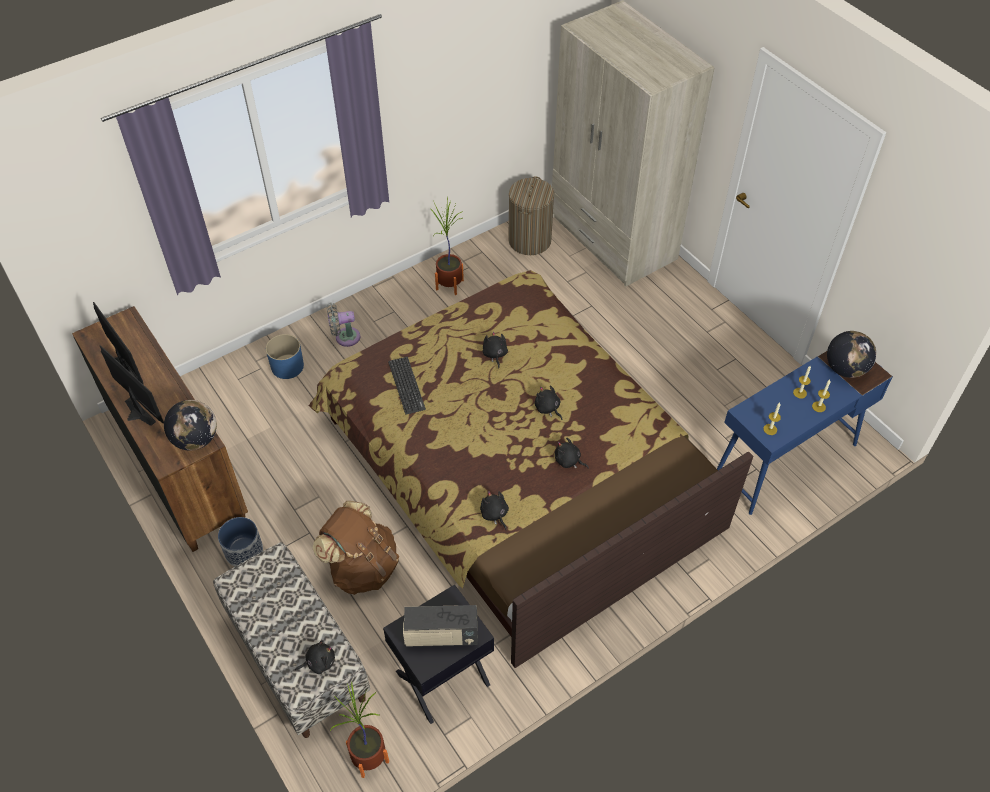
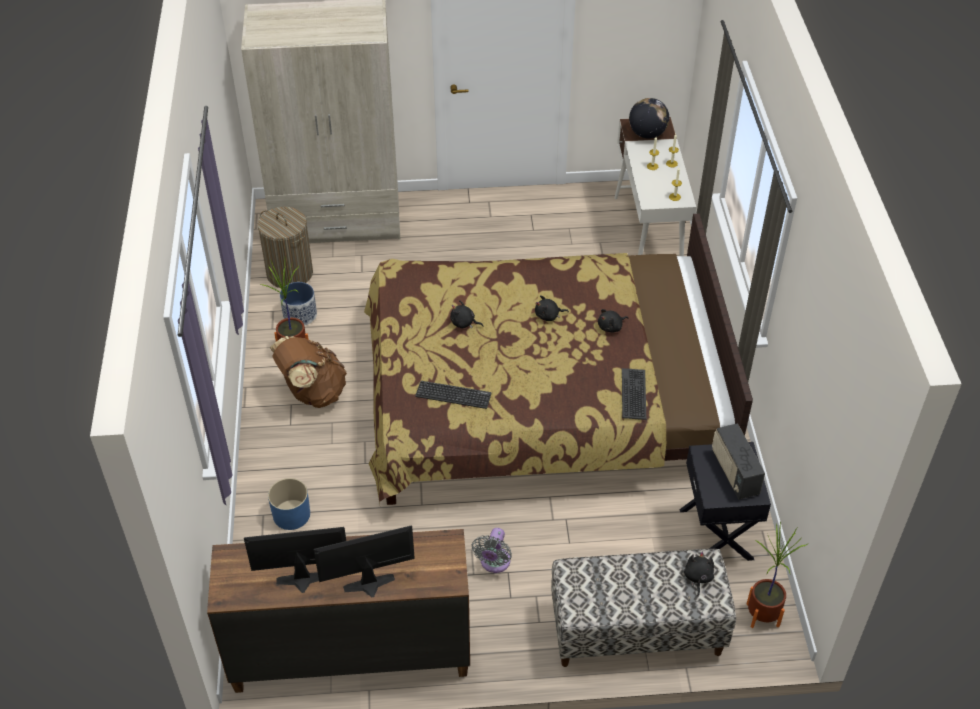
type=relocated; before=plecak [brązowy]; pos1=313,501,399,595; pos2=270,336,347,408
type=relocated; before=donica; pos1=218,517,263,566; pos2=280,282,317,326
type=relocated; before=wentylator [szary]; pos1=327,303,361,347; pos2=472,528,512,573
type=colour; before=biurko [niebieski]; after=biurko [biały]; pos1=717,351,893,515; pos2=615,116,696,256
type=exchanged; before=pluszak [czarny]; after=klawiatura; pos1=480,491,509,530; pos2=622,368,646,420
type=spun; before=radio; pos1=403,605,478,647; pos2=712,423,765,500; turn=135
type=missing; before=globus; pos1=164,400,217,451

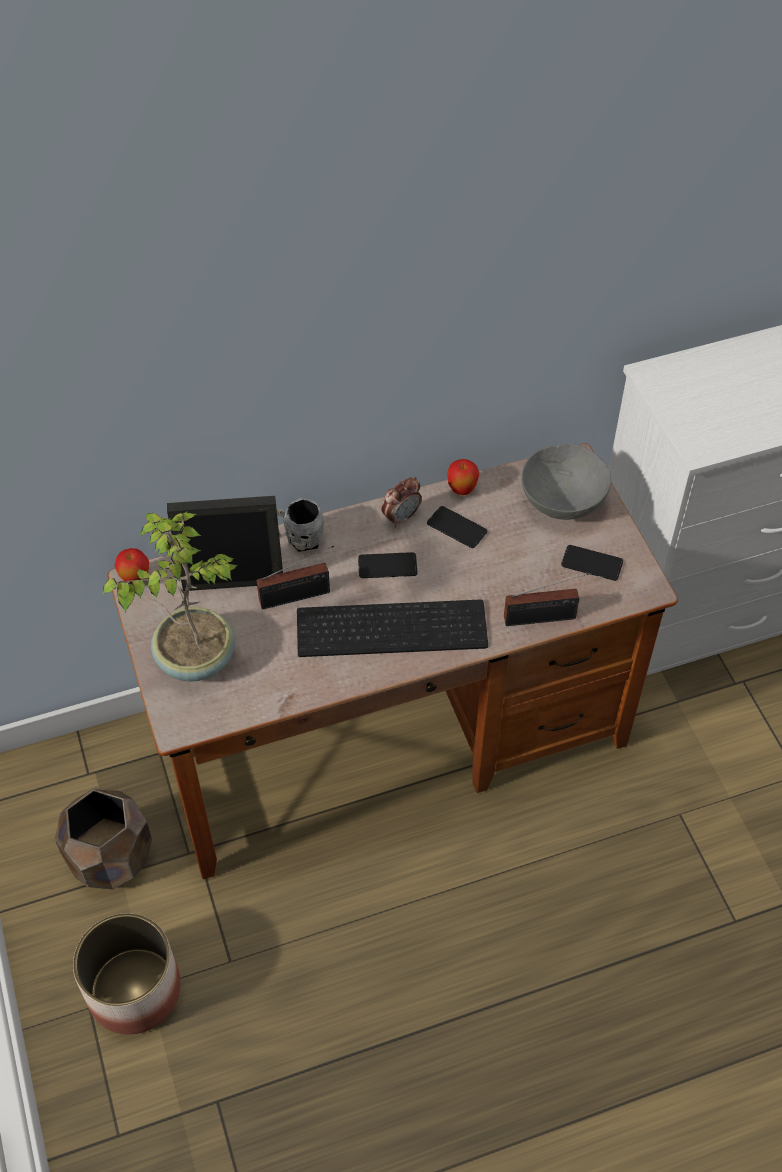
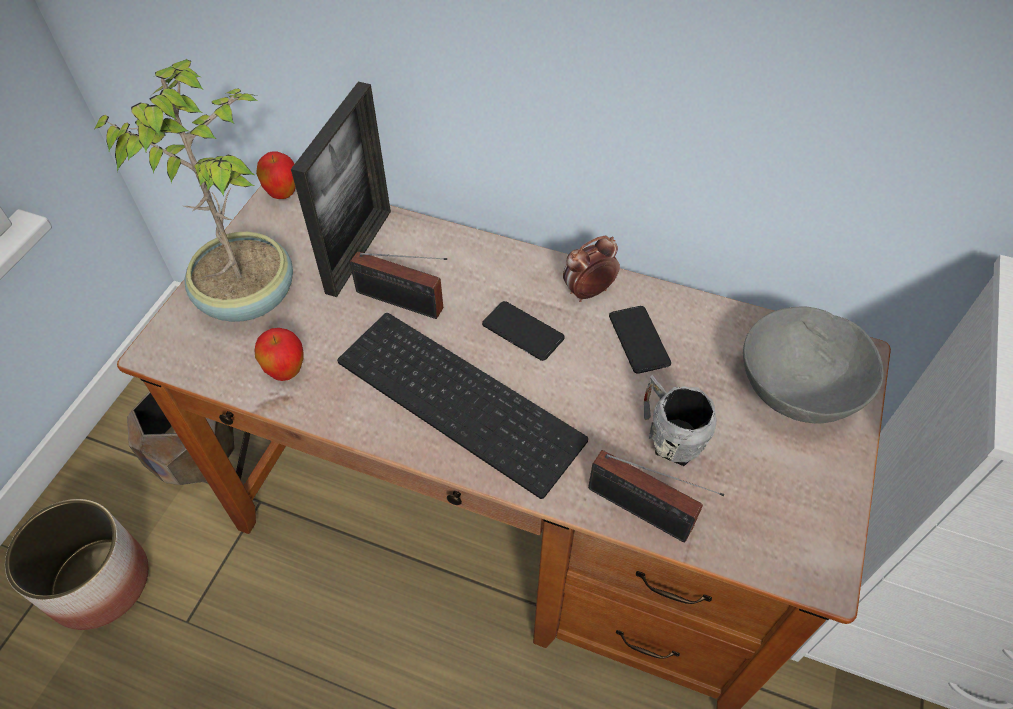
type=relocated; before=jabłko; pos1=447,459,479,495; pos2=255,328,304,381
type=spun; before=ramka na zdjęcie; pos1=167,496,283,591; pos2=291,82,391,297; turn=75
type=spun; before=budzik; pos1=381,477,422,528; pos2=563,236,620,302; turn=150
type=relocated; before=kubek [szary]; pos1=276,498,324,552; pos2=644,375,716,466
type=missing; before=telefon; pos1=561,545,623,581

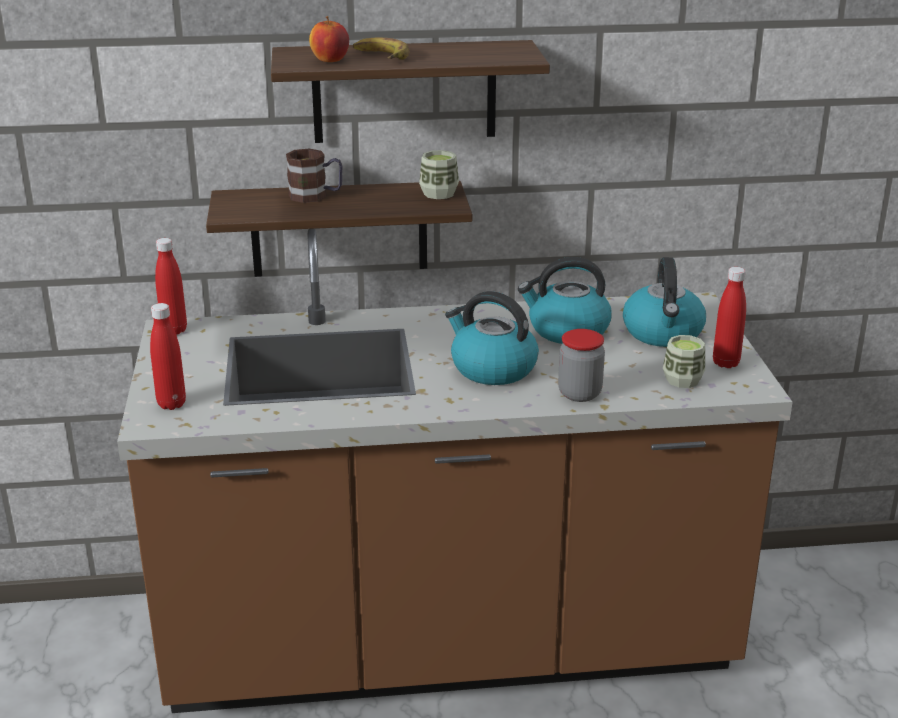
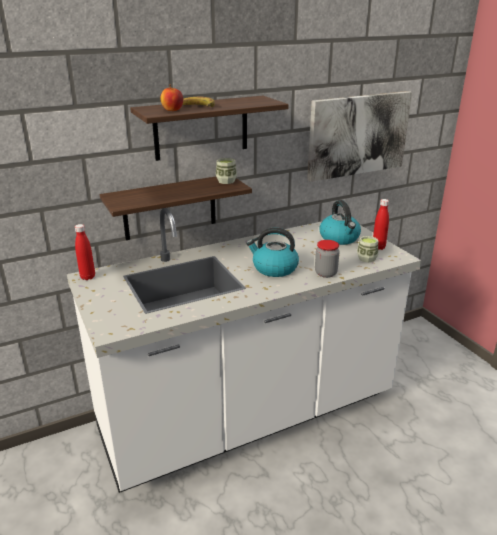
type=colour; before=zabudowa kuchenna [brązowy]; after=zabudowa kuchenna [biały]; pos1=117,229,793,713; pos2=67,208,421,493
type=appeared; after=obraz; pos2=307,91,412,182
type=missing; before=butelka [czerwony]; pos1=150,303,186,410
type=missing; before=kubek; pos1=286,149,343,203
type=missing; before=czajnik; pos1=518,257,612,344

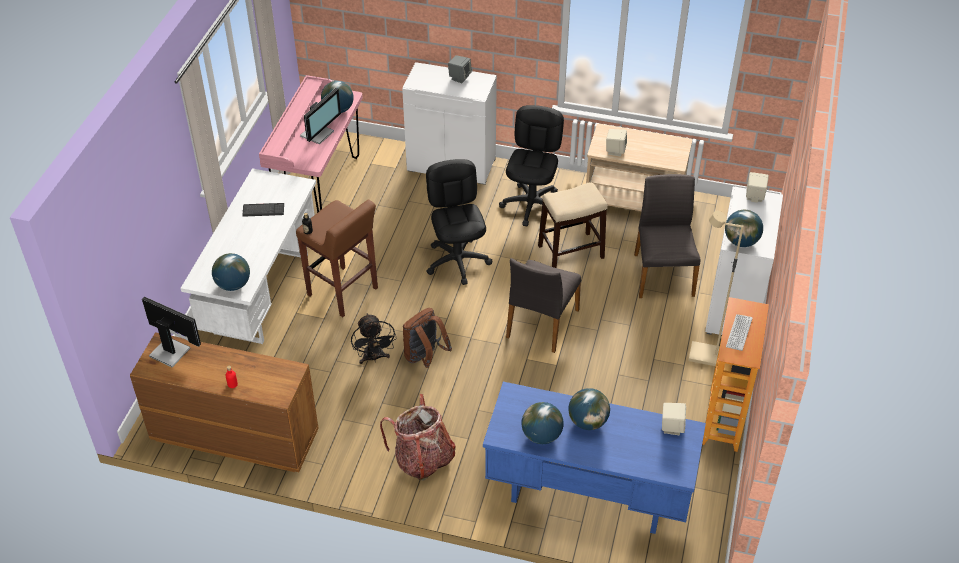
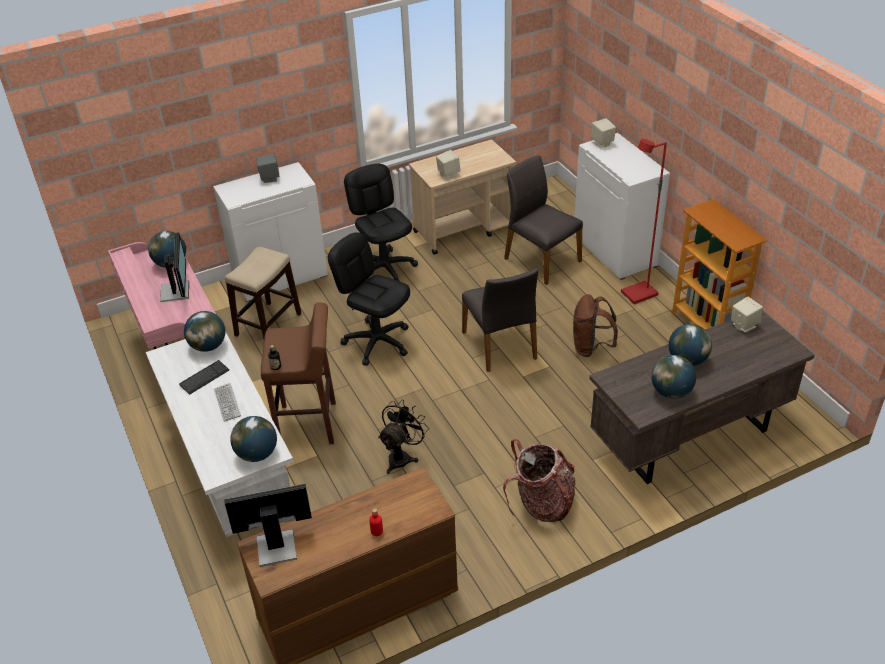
type=relocated; before=globus; pos1=725,210,763,247; pos2=184,311,225,352
type=relocated; before=klawiatura; pos1=726,314,753,351; pos2=214,383,241,422
type=relocated; before=stołek; pos1=538,182,608,268; pos2=225,247,302,339
type=spun; before=wentylator [czarny]; pos1=351,313,397,364; pos2=378,400,429,474; turn=-90
type=relocated; before=plecak [brązowy]; pos1=403,308,452,368; pos2=573,294,618,357
type=colour; before=biurko [niebieski]; after=biurko [brązowy]; pos1=483,382,706,534; pos2=590,312,815,484
type=colour; before=lampa stojąca [beżowy]; after=lampa stojąca [czerwony]; pos1=688,211,744,366; pos2=621,139,667,304

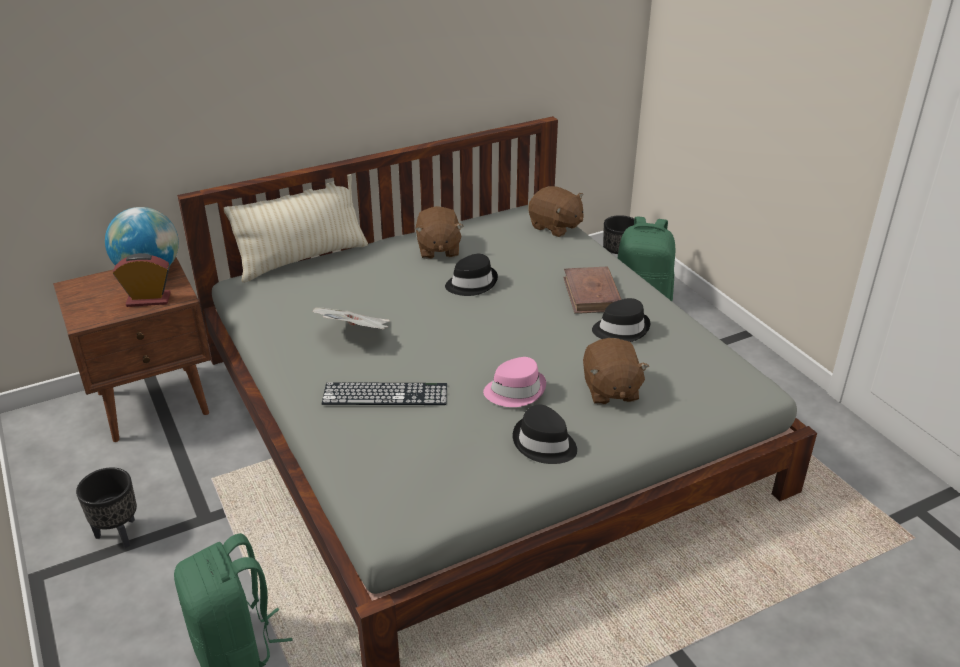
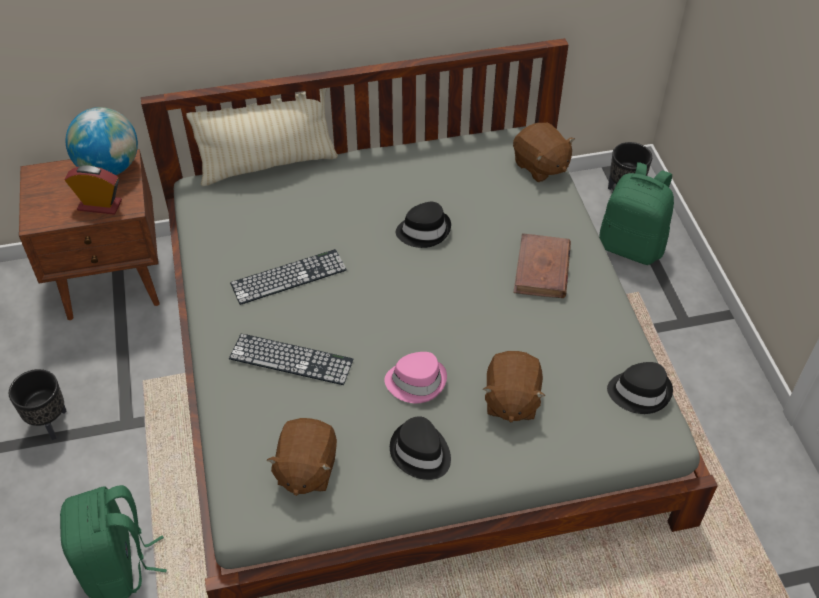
type=exchanged; before=gazeta; after=klawiatura; pos1=313,307,390,329; pos2=230,249,347,305
type=relocated; before=pluszak [brązowy]; pos1=415,206,464,259; pos2=266,418,337,496
type=relocated; before=kapelusz [czarny]; pos1=592,298,650,342; pos2=607,362,673,414

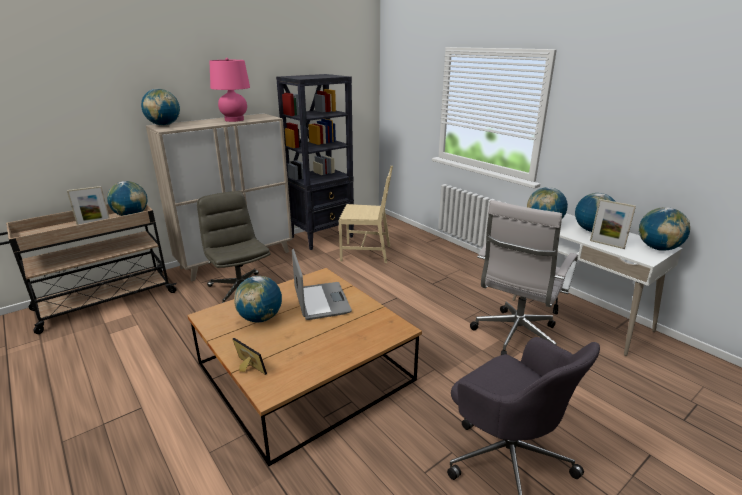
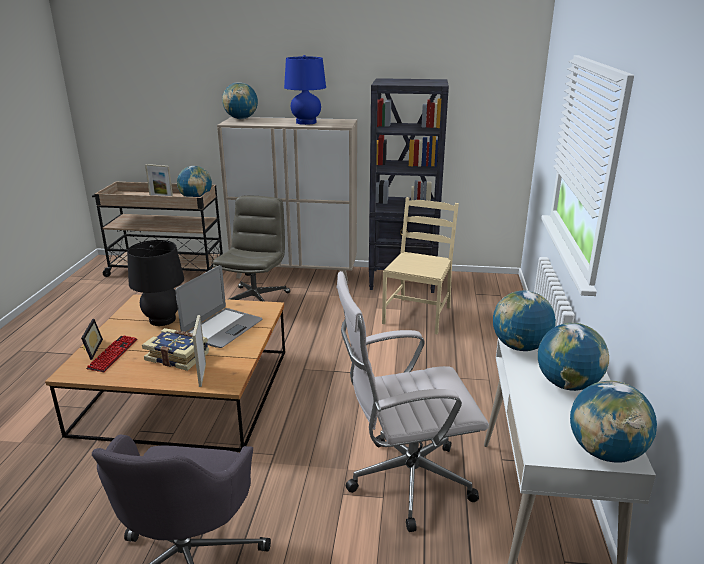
type=appeared; after=klawiatura; pos2=86,335,137,372
type=exchanged; before=globus; after=lampa stołowa [czarny]; pos1=234,276,282,322; pos2=127,240,184,326
type=appeared; after=książka; pos2=142,328,209,371
type=relocated; before=ramka na zdjęcie; pos1=590,199,636,249; pos2=192,315,206,387
type=colour; before=lampa stołowa [różowy]; after=lampa stołowa [niebieski]; pos1=209,58,250,122; pos2=284,55,326,125
type=spun; before=krzesło [beżowy]; pos1=339,166,393,263; pos2=382,197,459,335; turn=-120

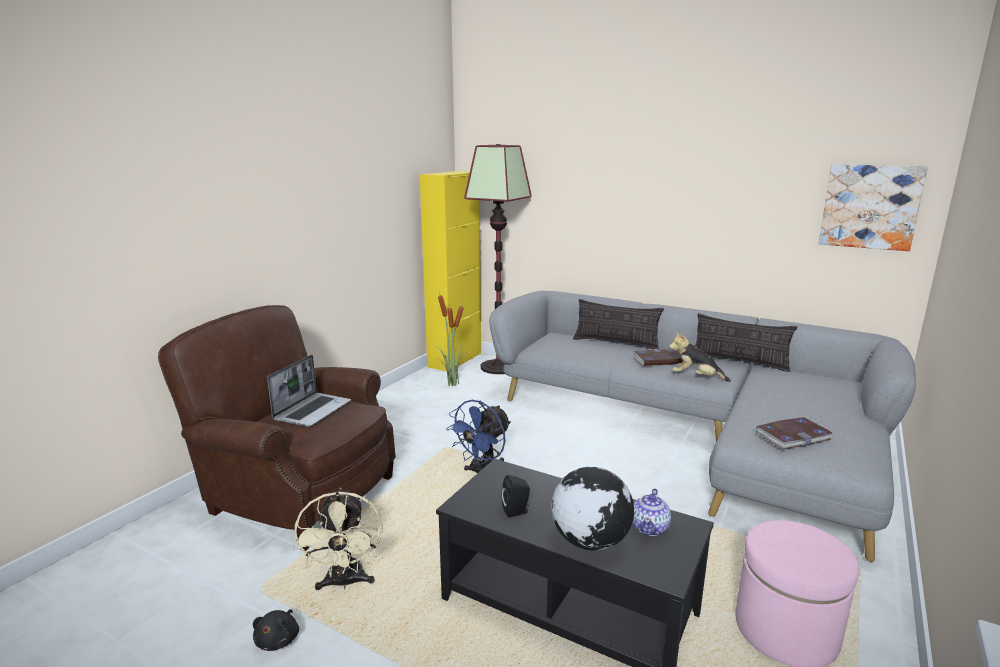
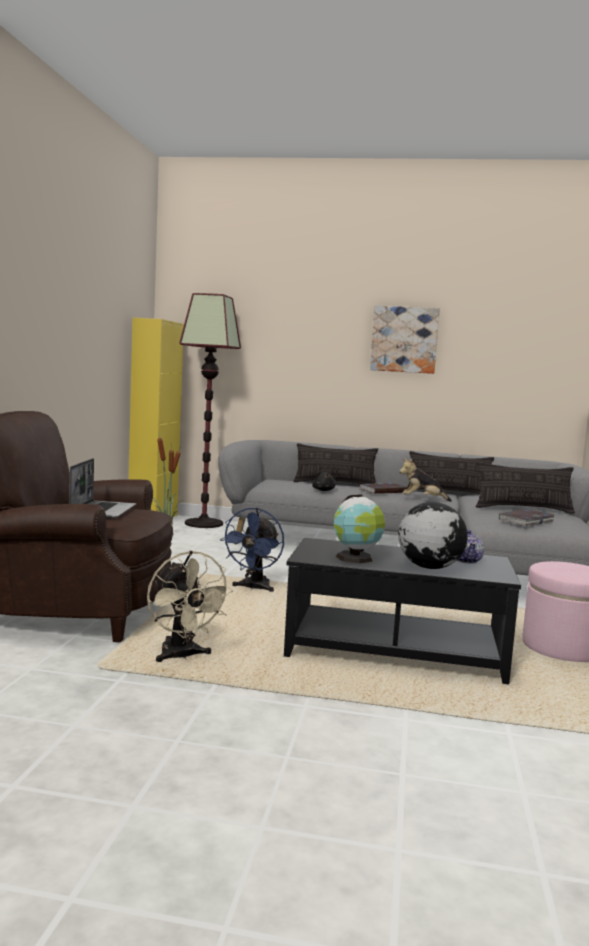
type=relocated; before=pluszak [czarny]; pos1=253,609,299,651; pos2=312,471,336,491
type=exchanged; before=głośnik [czarny]; after=globus; pos1=502,475,530,518; pos2=334,494,385,563
type=relocated; before=obraz; pos1=819,164,928,251; pos2=370,306,440,374
type=appeared; after=poduszka; pos2=476,462,575,513

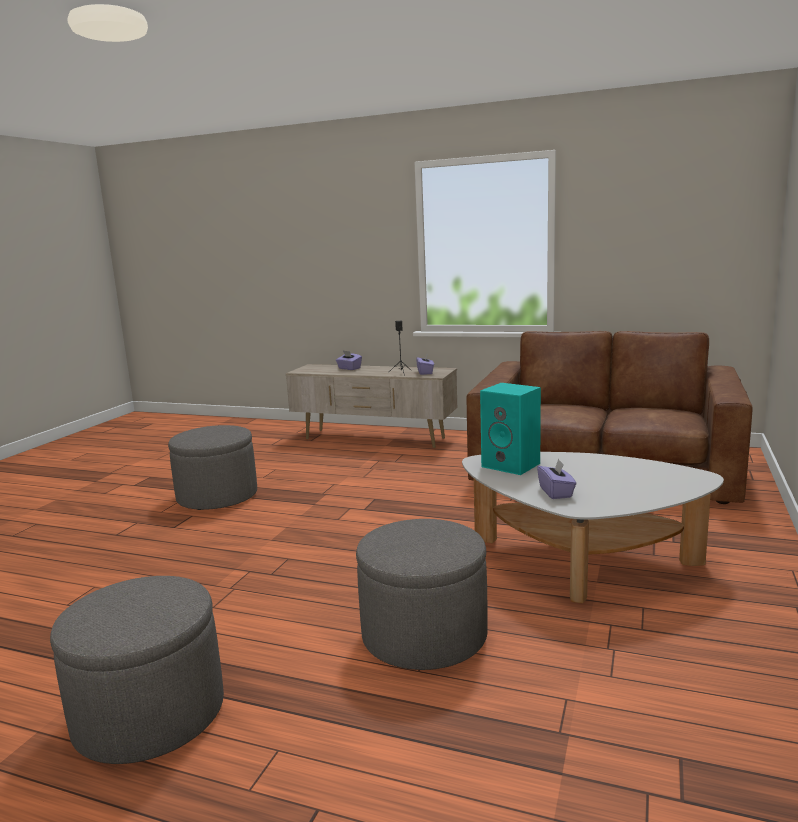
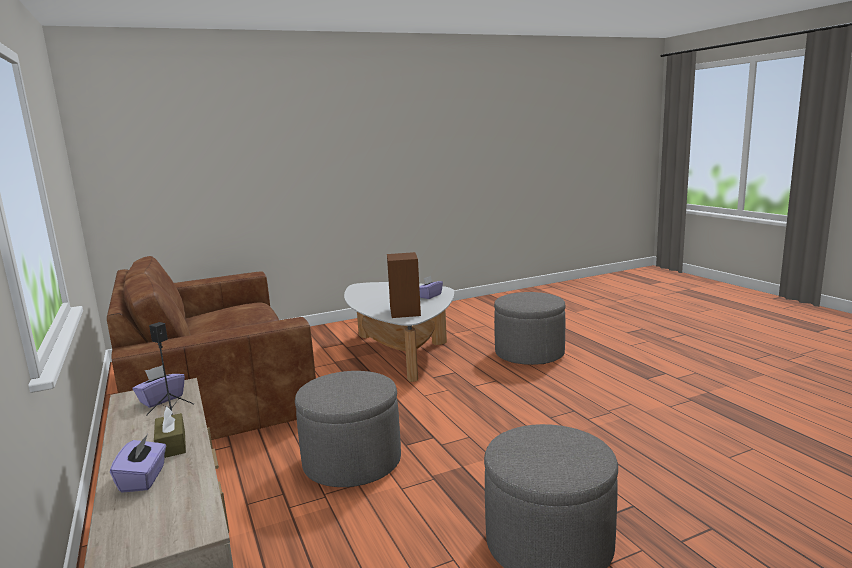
type=appeared; after=pudełko chusteczek [brązowy]; pos2=154,406,186,458
type=relocated; before=pufa [szary]; pos1=50,576,224,764; pos2=295,371,401,487
type=colour; before=głośnik [turkusowy]; after=głośnik [brązowy]; pos1=480,383,541,475; pos2=387,252,421,318

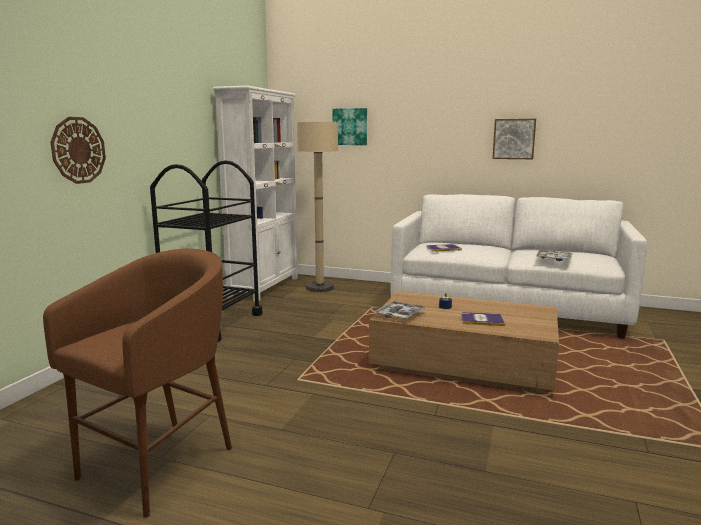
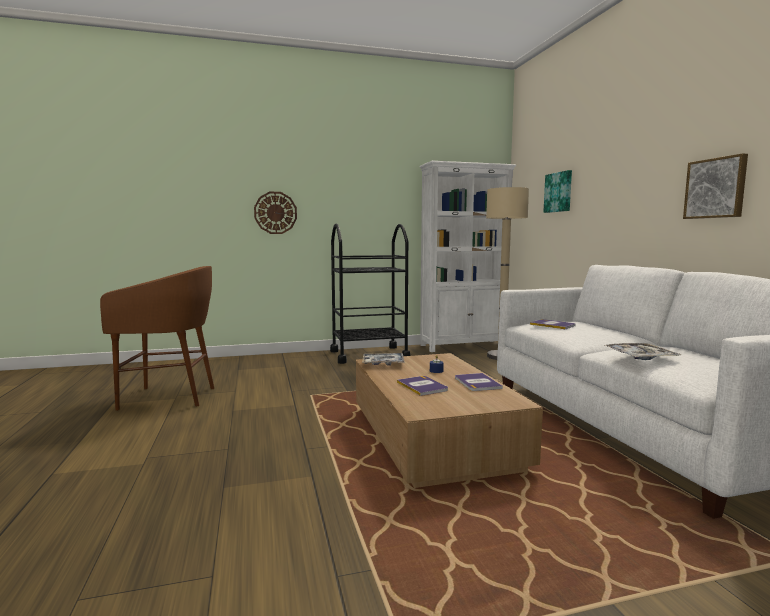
type=appeared; after=książka; pos2=455,373,503,391

